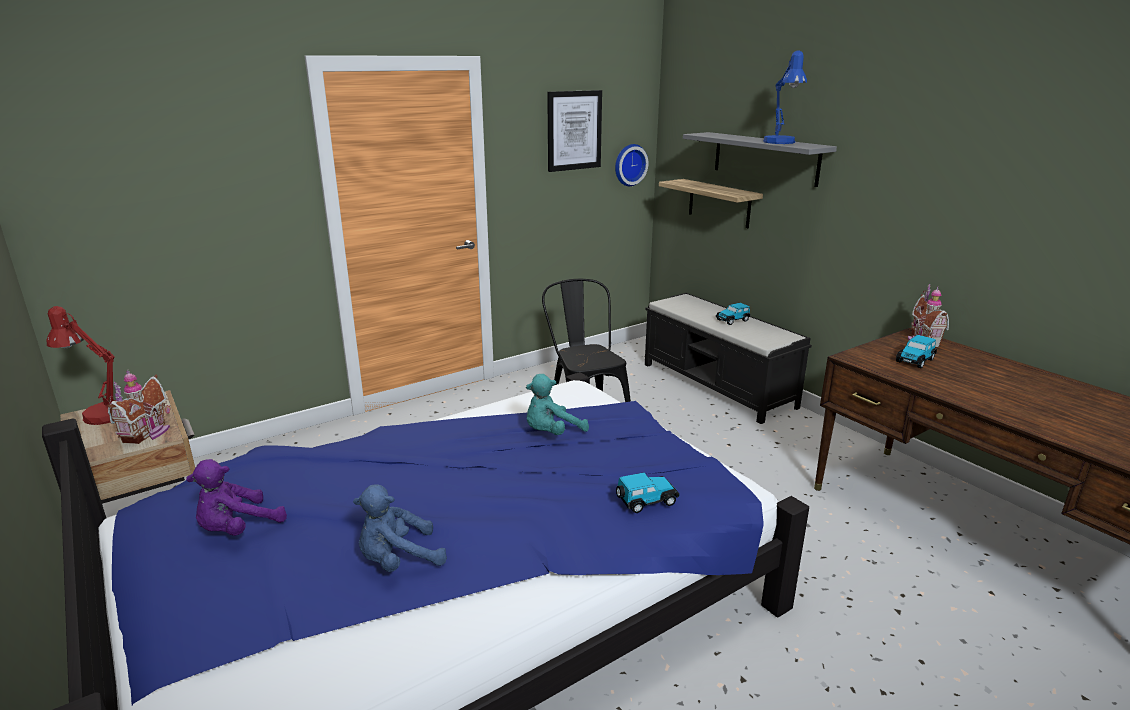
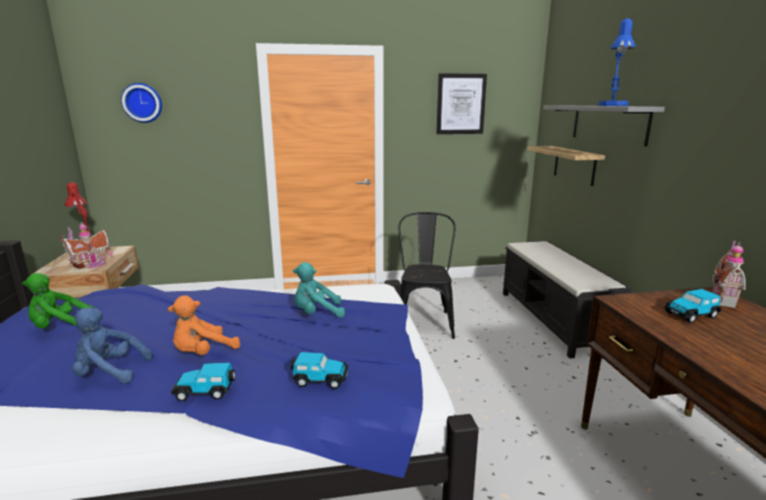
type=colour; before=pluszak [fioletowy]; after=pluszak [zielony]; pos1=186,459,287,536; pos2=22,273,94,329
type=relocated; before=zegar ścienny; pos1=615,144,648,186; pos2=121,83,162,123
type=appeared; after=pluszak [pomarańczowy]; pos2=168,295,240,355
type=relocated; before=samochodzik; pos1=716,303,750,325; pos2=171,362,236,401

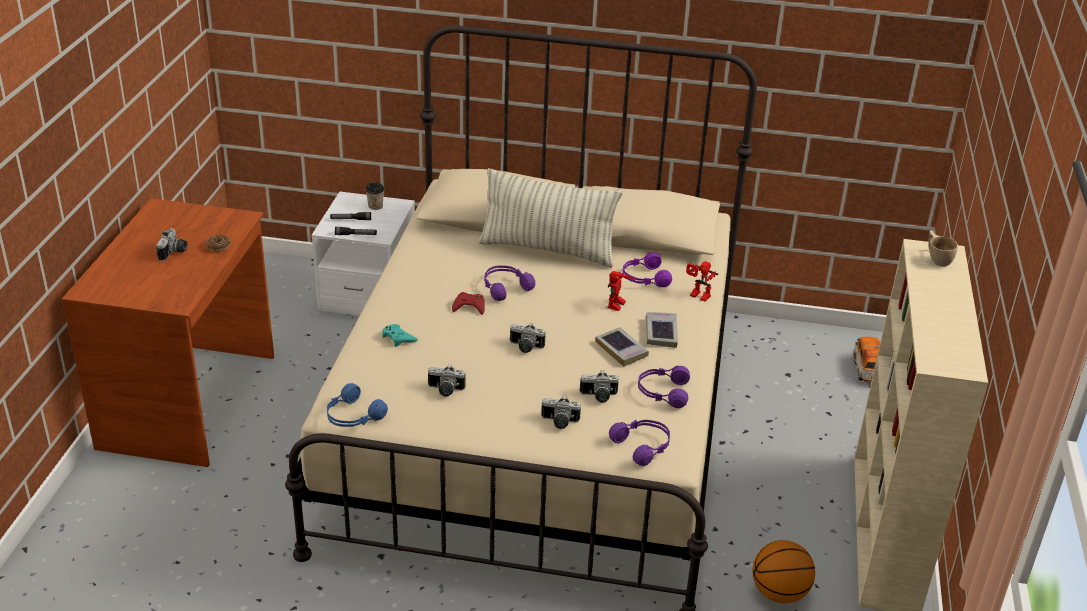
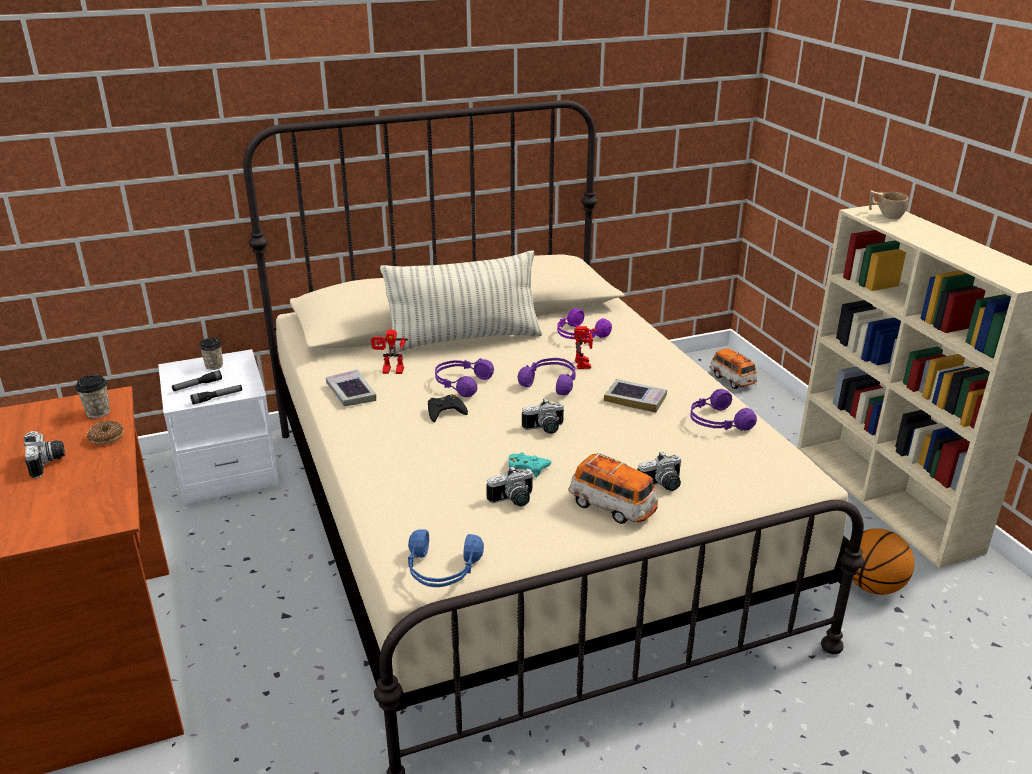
type=appeared; after=filiżanka; pos2=76,374,110,418
type=relocated; before=książka; pos1=646,312,678,348; pos2=326,369,376,406
type=relocated; before=robot zabawkowy; pos1=686,261,718,302; pos2=371,330,408,374
type=colour; before=pad do gier [czerwony]; after=pad do gier [czarny]; pos1=452,292,485,315; pos2=428,395,468,422
type=relocated; before=pad do gier [turkusowy]; pos1=382,324,418,347; pos2=509,453,552,478
type=relocated; before=słuchawki [fioletowy]; pos1=609,420,670,466; pos2=518,358,576,395
type=appeared; after=samochodzik; pos2=568,453,659,524
type=missing; before=aparat fotograficzny; pos1=580,371,619,403

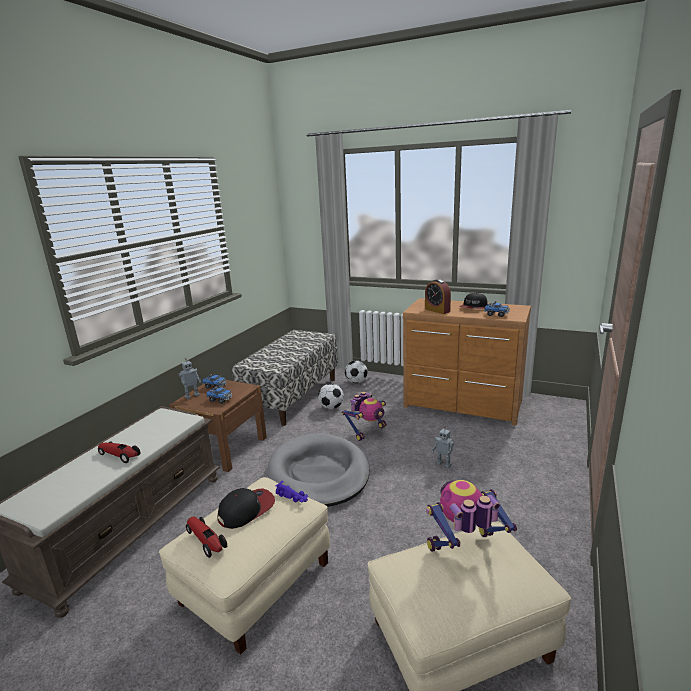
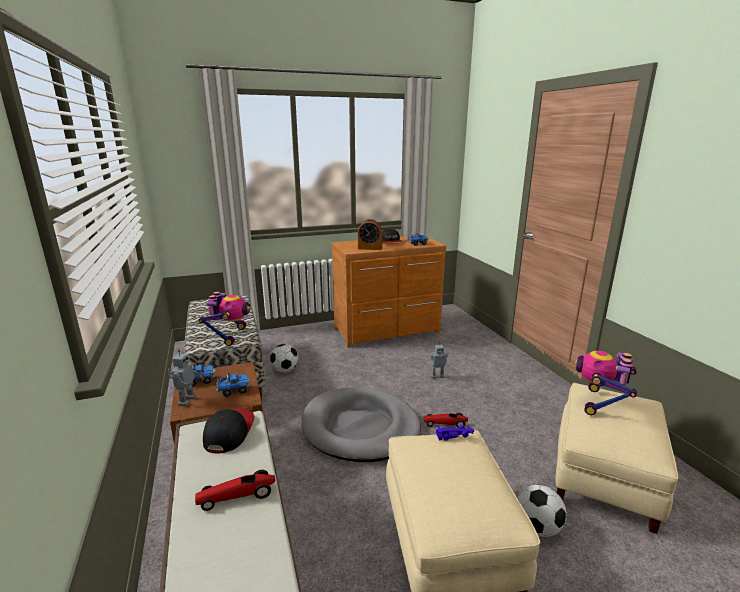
type=relocated; before=robot zabawkowy; pos1=342,391,386,441; pos2=198,292,250,346
type=relocated; before=czapka z daszkiem; pos1=217,488,275,529; pos2=203,408,254,453
type=relocated; before=samochodzik; pos1=186,516,227,558; pos2=424,413,468,428
type=relocated; before=piłka futbolowa; pos1=345,360,368,383; pos2=517,485,567,537

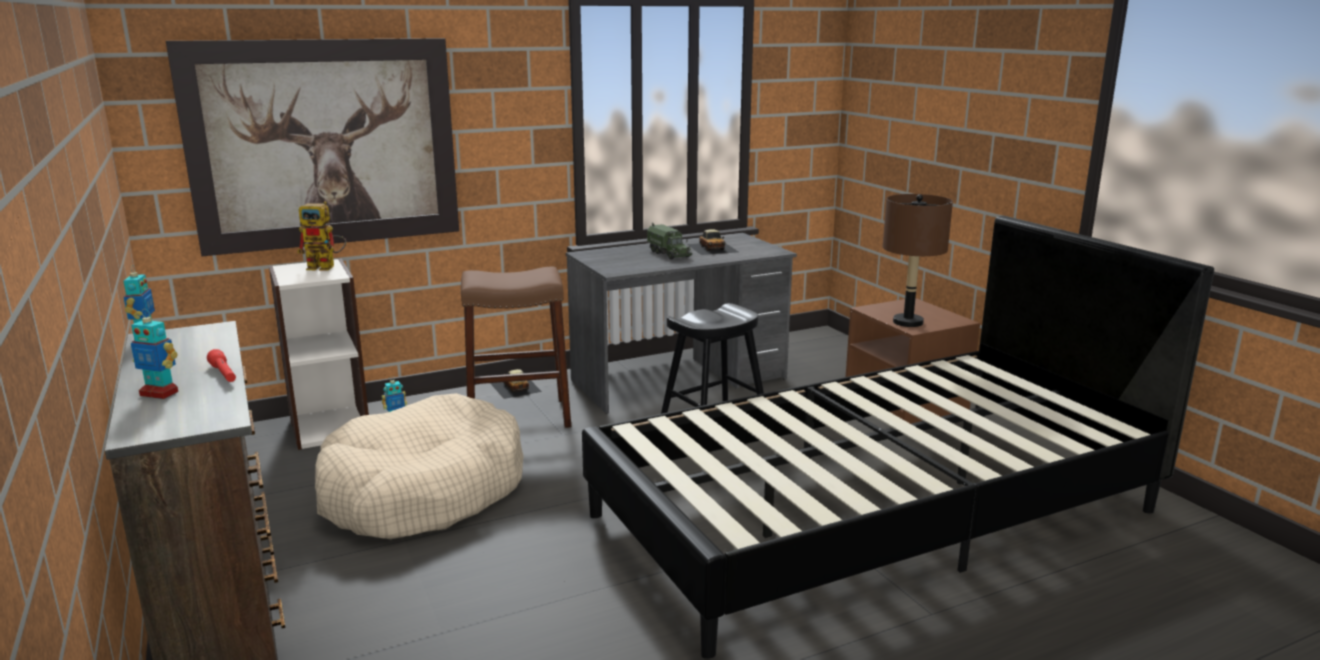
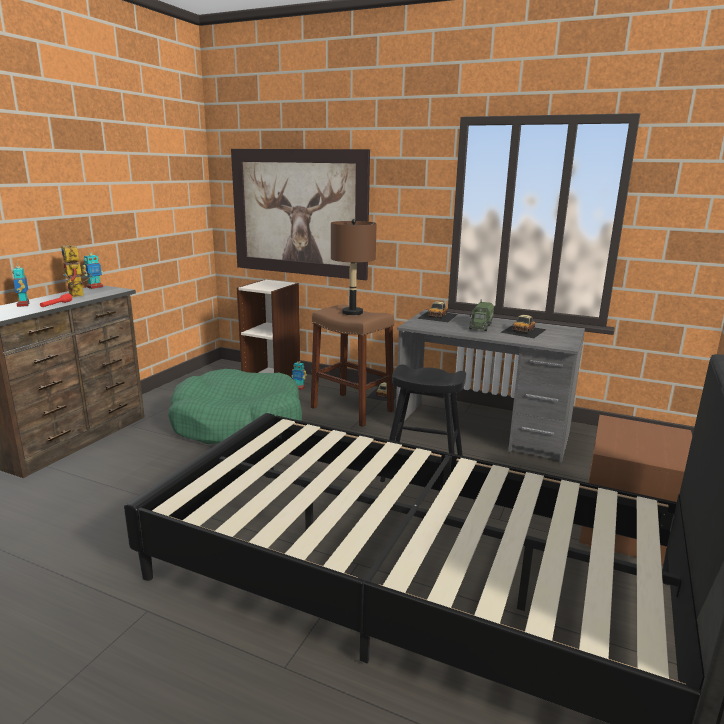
type=relocated; before=robot zabawkowy; pos1=297,201,347,271; pos2=61,244,91,297
type=colour; before=legowisko [beżowy]; after=legowisko [zielony]; pos1=315,393,524,539; pos2=168,369,302,444
type=relocated; before=lampa stołowa [brązowy]; pos1=883,194,953,327; pos2=331,219,377,315
type=appeared; after=samochodzik; pos2=417,302,458,322

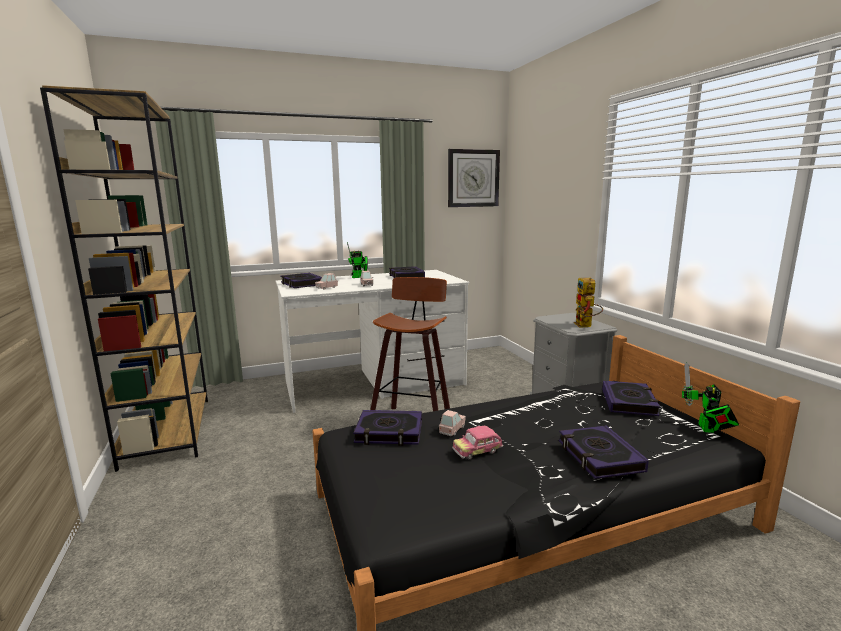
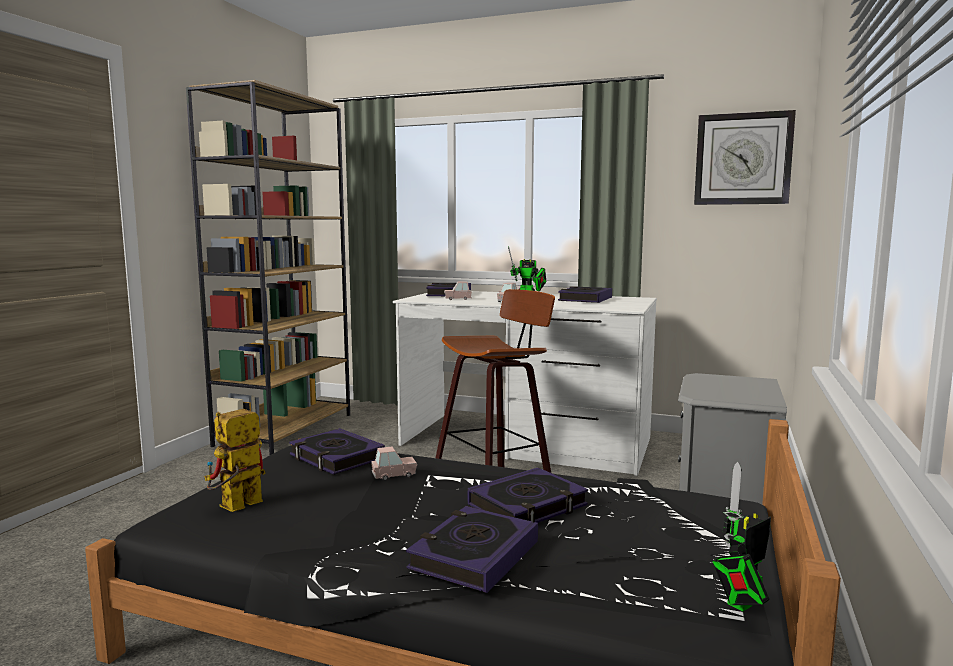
type=relocated; before=robot zabawkowy; pos1=574,278,603,328; pos2=204,409,265,512
type=relocated; before=książka; pos1=602,381,661,416; pos2=467,468,588,523
type=missing; before=samochodzik; pos1=452,426,504,460

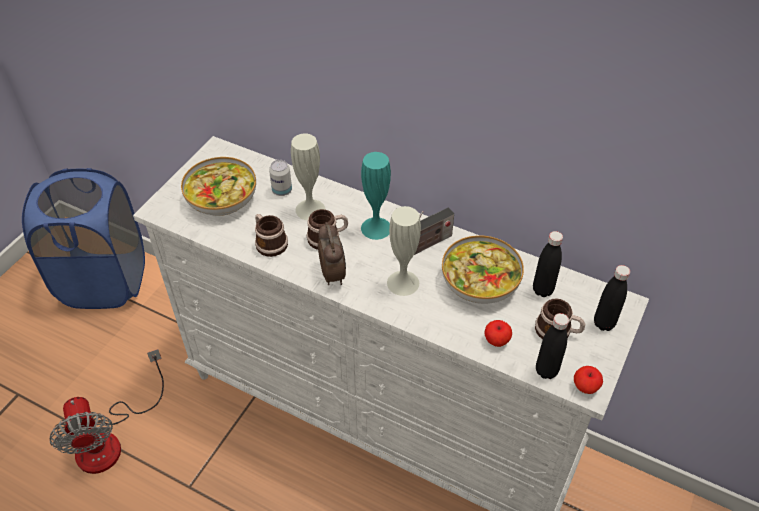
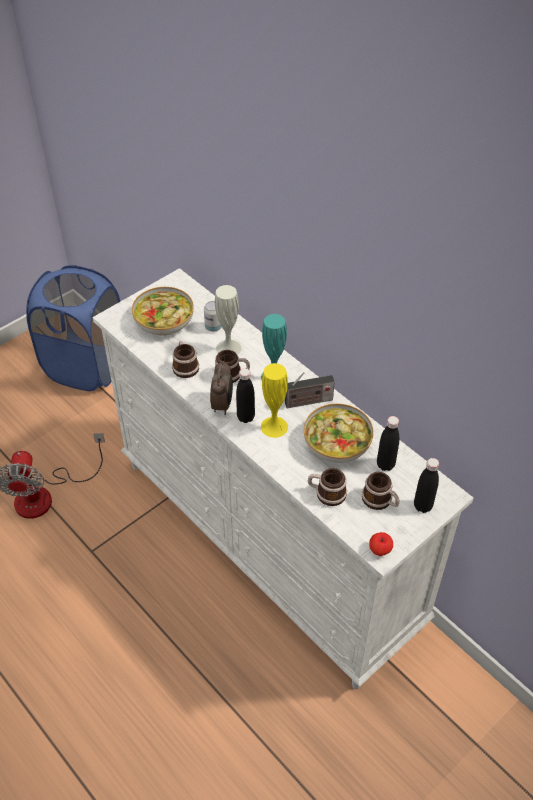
type=relocated; before=butelka [czarny]; pos1=536,313,569,379; pos2=236,368,255,423
type=colour; before=wazon [biały]; after=wazon [żółty]; pos1=387,206,421,296; pos2=261,363,288,438
type=exchanged; before=jabłko; after=kubek; pos1=485,320,512,347; pos2=308,468,347,506

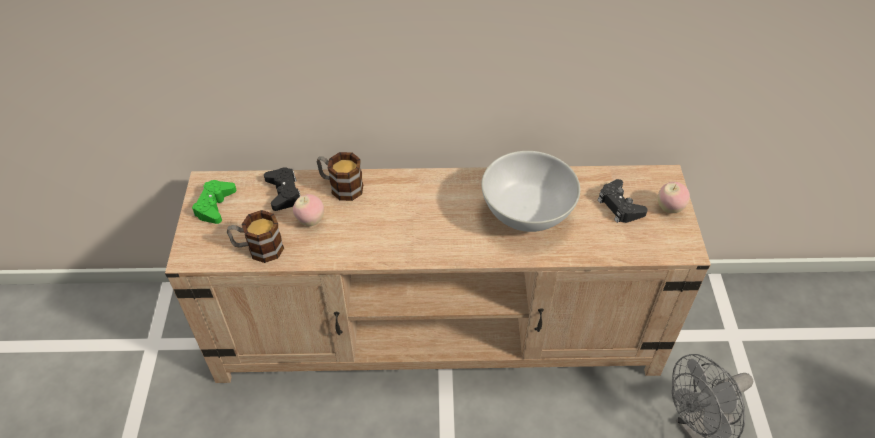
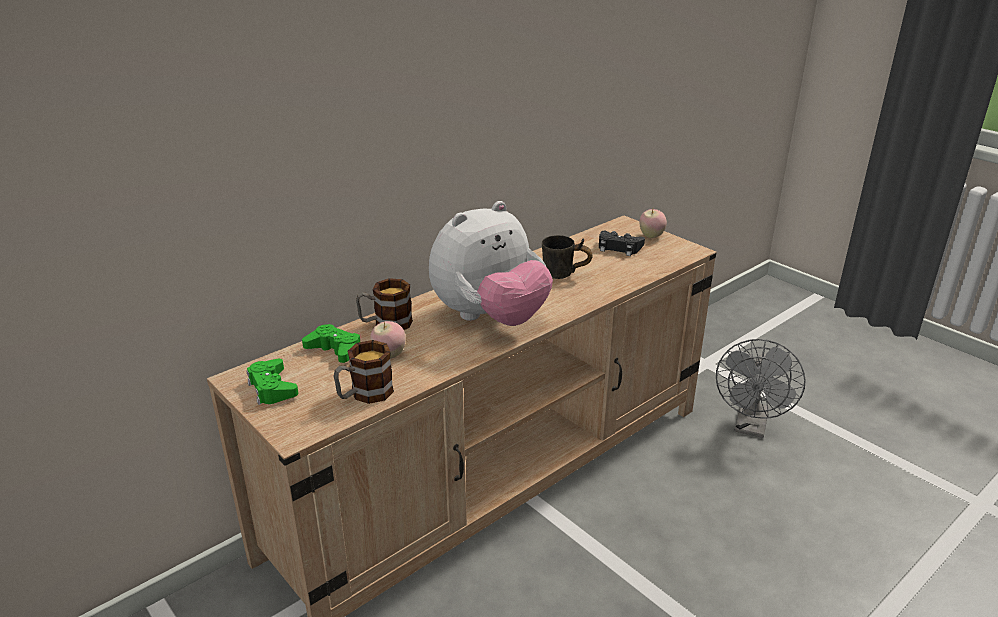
type=colour; before=pad do gier [czarny]; after=pad do gier [zielony]; pos1=264,167,301,211; pos2=302,324,360,363
type=appeared; after=pluszak; pos2=429,201,553,326
type=exchanged; before=miska [biały]; after=kubek [szary]; pos1=481,151,580,232; pos2=542,235,593,279

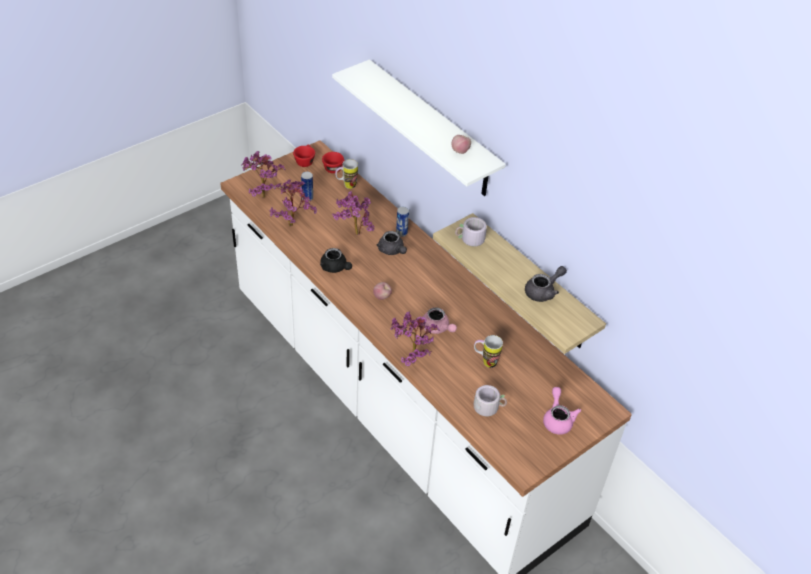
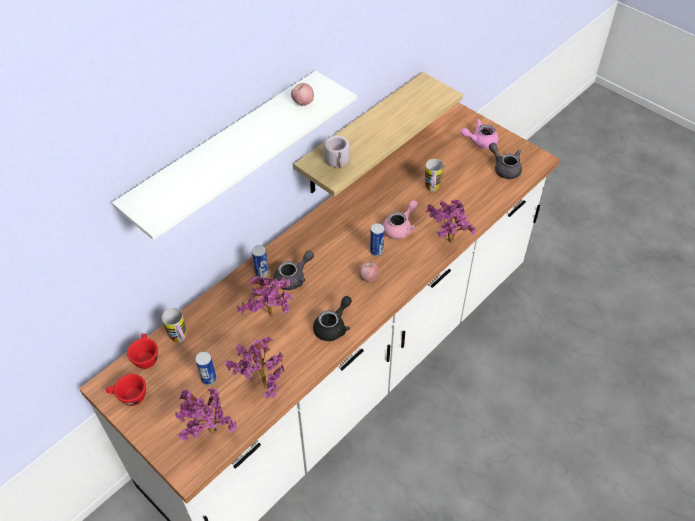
type=appeared; after=puszka; pos2=370,223,385,256
type=relocated; before=imbryk [szary]; pos1=525,266,567,302; pos2=489,143,522,179
type=missing; before=kubek [szary]; pos1=474,385,507,416

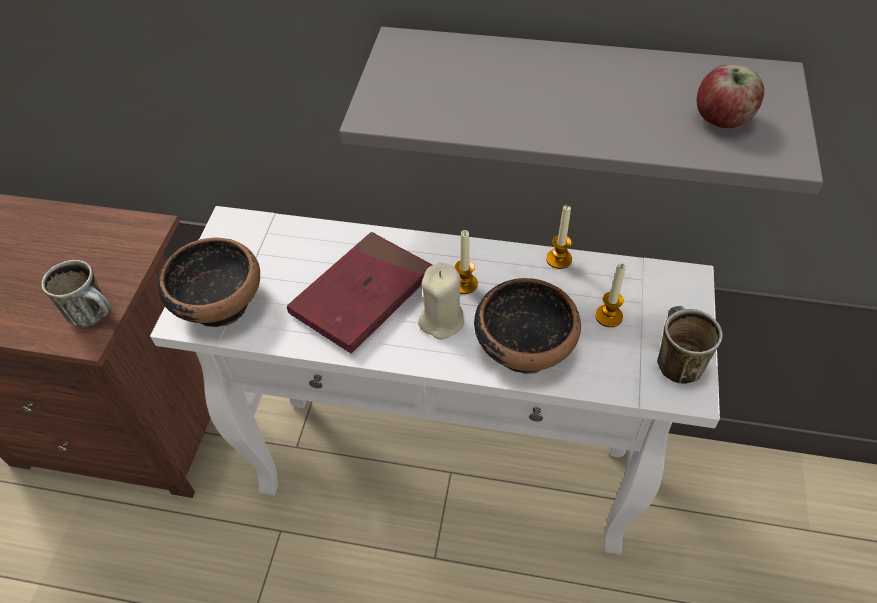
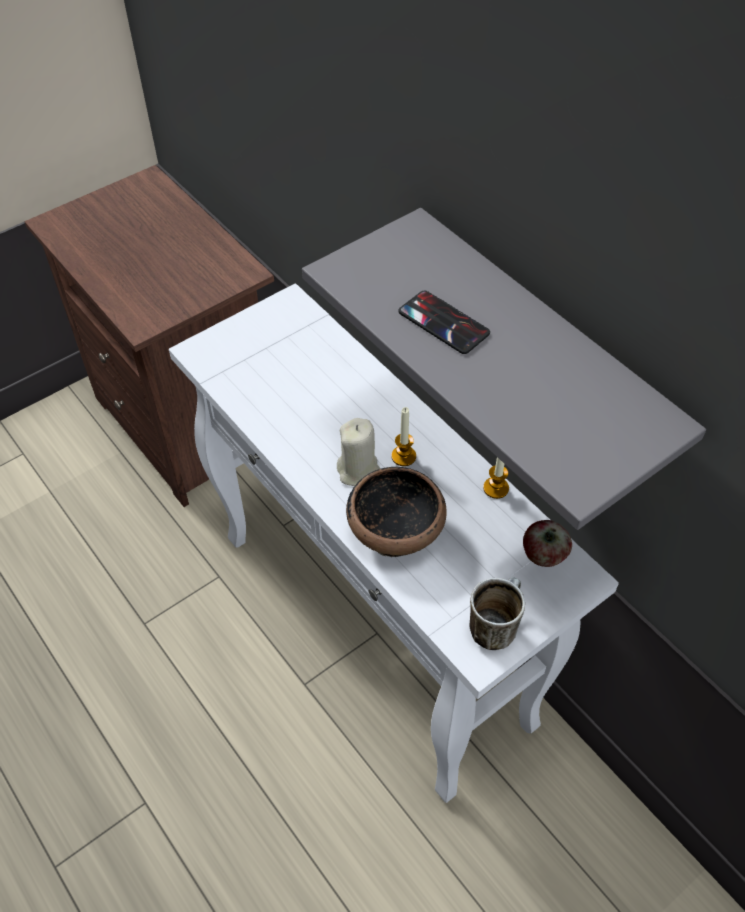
type=appeared; after=telefon; pos2=398,291,490,354
type=relocated; before=jabłko; pos1=697,64,764,128; pos2=523,520,572,567
type=missing; before=kubek; pos1=41,260,112,327
type=missing; before=miska; pos1=158,238,260,327
type=missing; before=książka [czerwony]; pos1=287,232,432,353
type=missing; before=świeca; pos1=595,264,626,327

